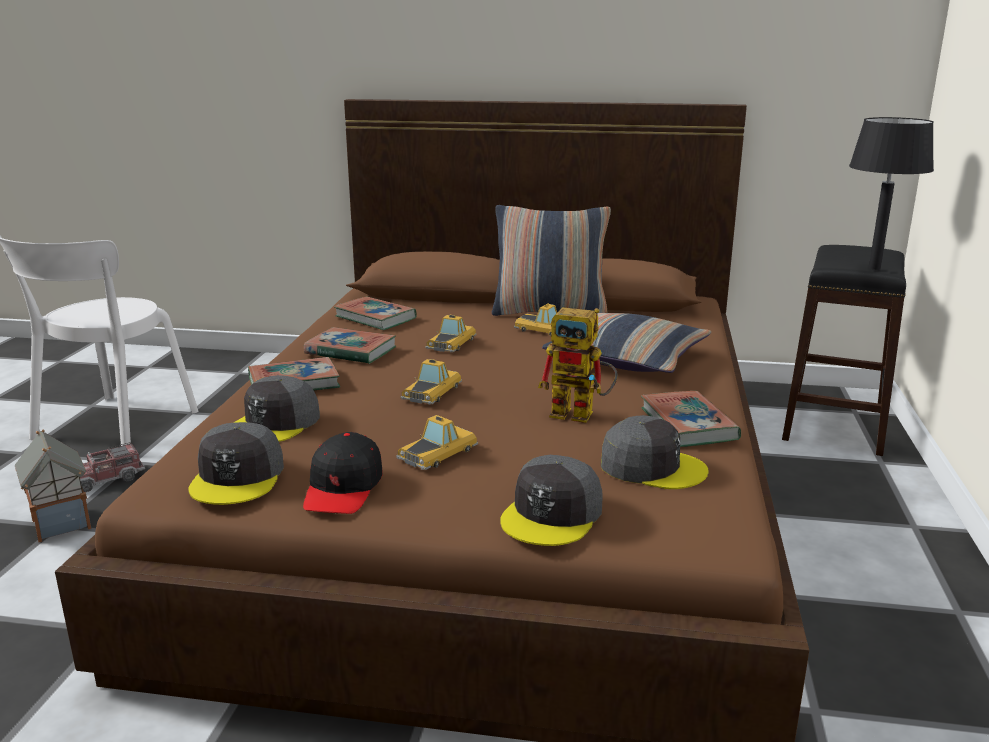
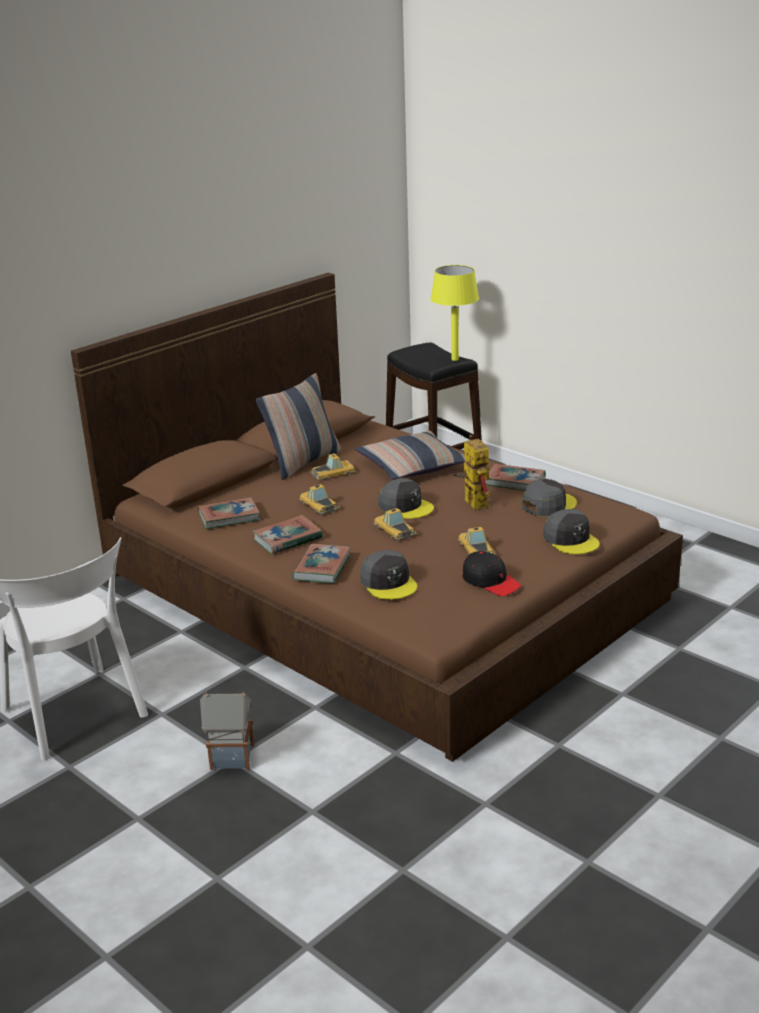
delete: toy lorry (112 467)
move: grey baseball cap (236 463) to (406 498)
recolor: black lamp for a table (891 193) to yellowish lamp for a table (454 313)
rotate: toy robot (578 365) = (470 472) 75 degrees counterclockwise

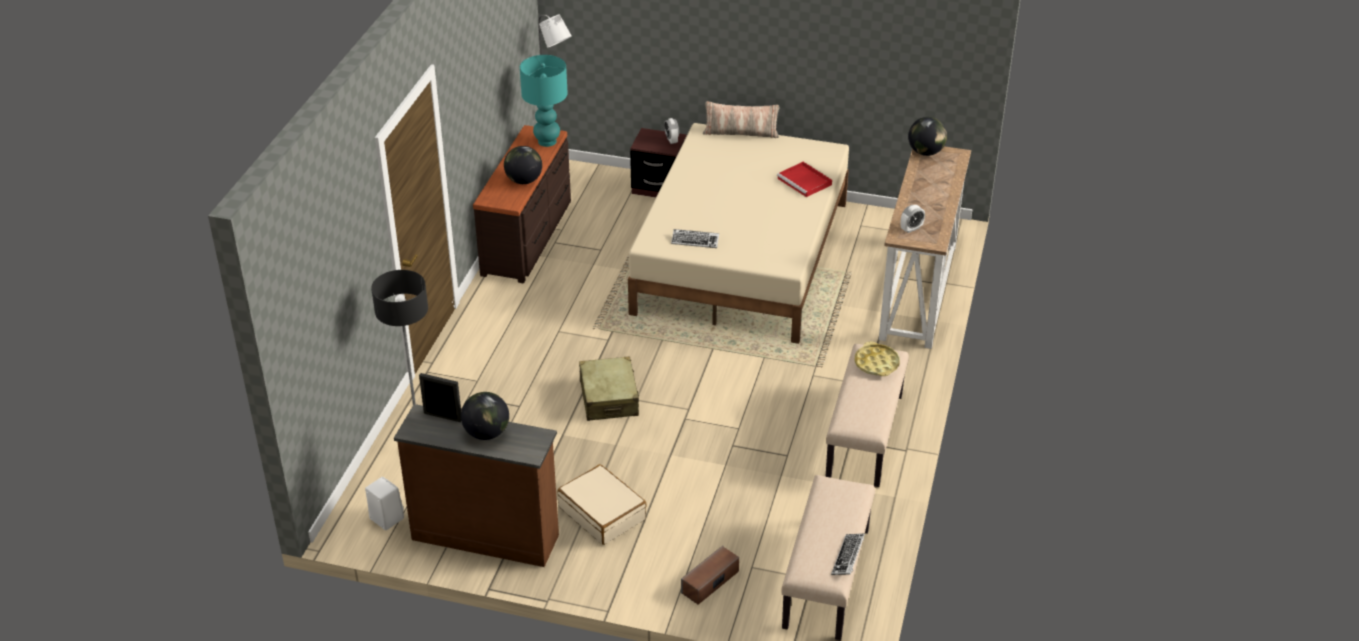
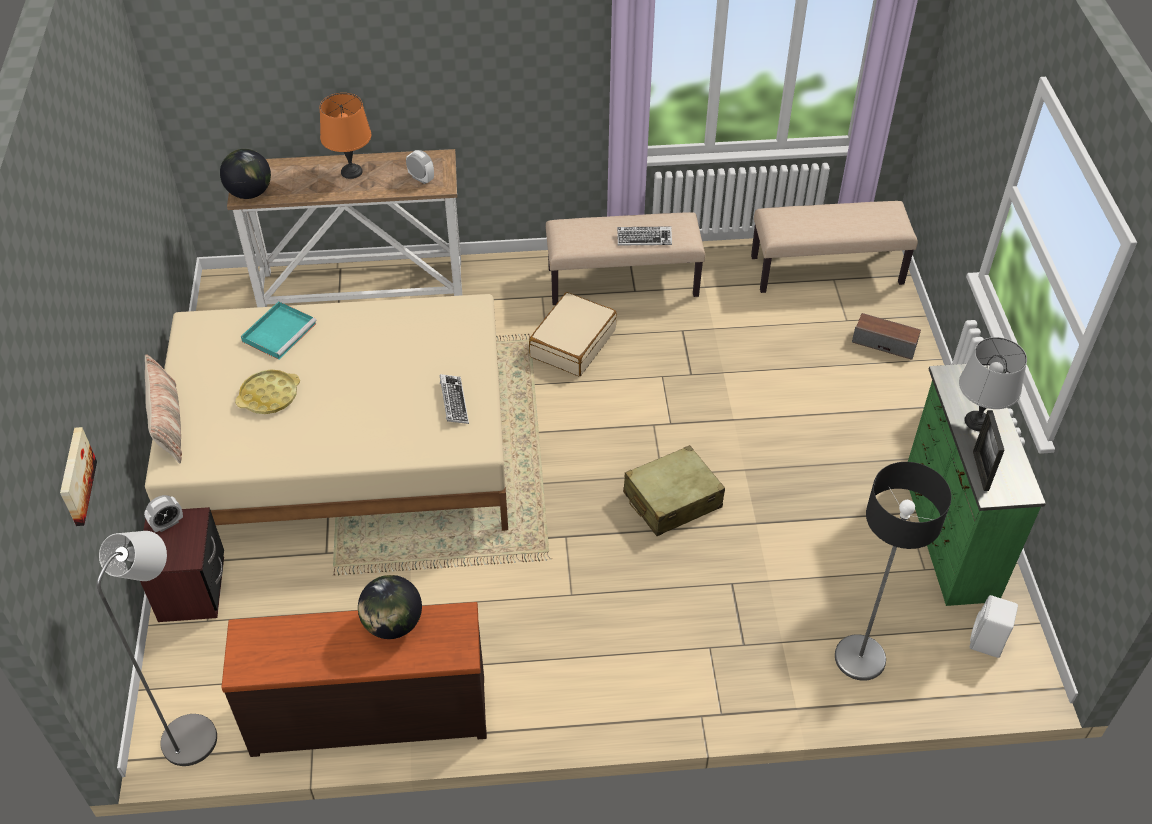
delete: blue-green lamp for a table (544 101)
insert: picture (78 476); orange-coloured lamp for a table (345 136)
move: beige travel case (602 504) to (573 334); computer keyboard (848 554) to (644 236); yellowish carrying tray (877 358) to (267 392)
replace: world globe (485 416) to grey lamp for a table (993 384)
recolor: brown chest of drawers (476 485) to green chest of drawers (977 485); red carrying tray (804 179) to blue-green carrying tray (279 330)

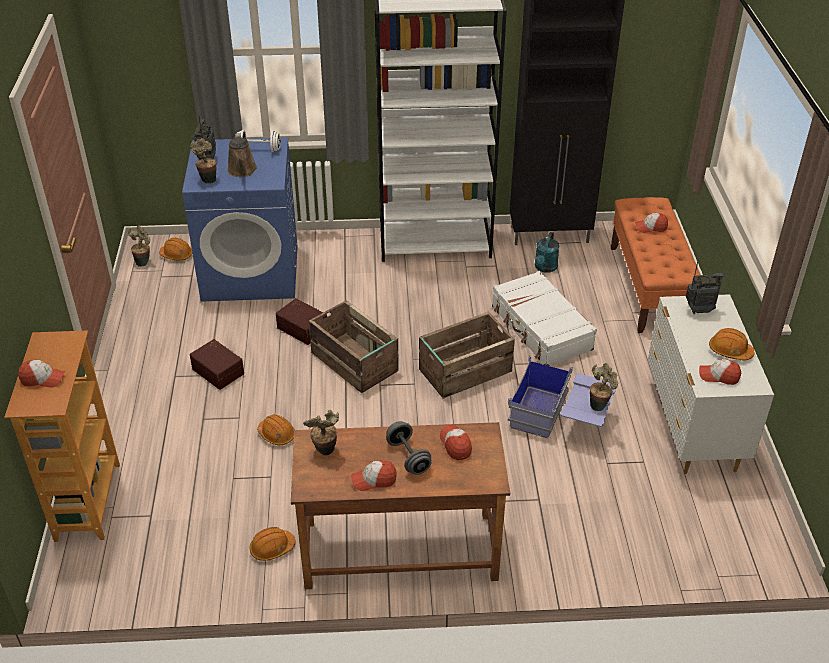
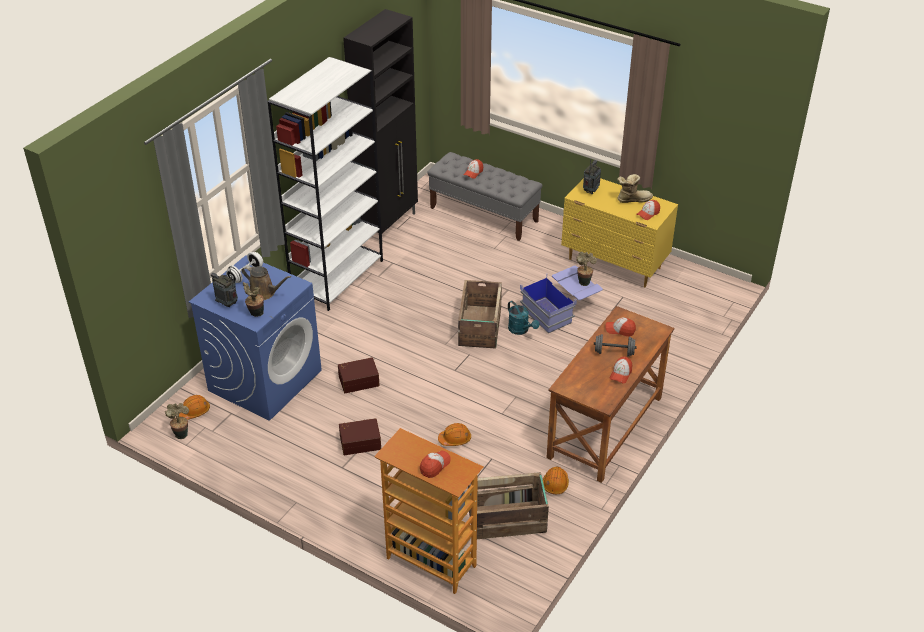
delete: plant in a pot (321 432); white travel case (544 318)
move: packing crate (354 346) to (508 505); blue-green sprinkling can (547 252) to (524 318)
replace: orange-coloured hard hat (732 344) to tall boot (635 188)
recolor: orange-coloured indoor bench (655 265) to grey indoor bench (485 196); white chest of drawers (711 384) to yellowish chest of drawers (619 232)

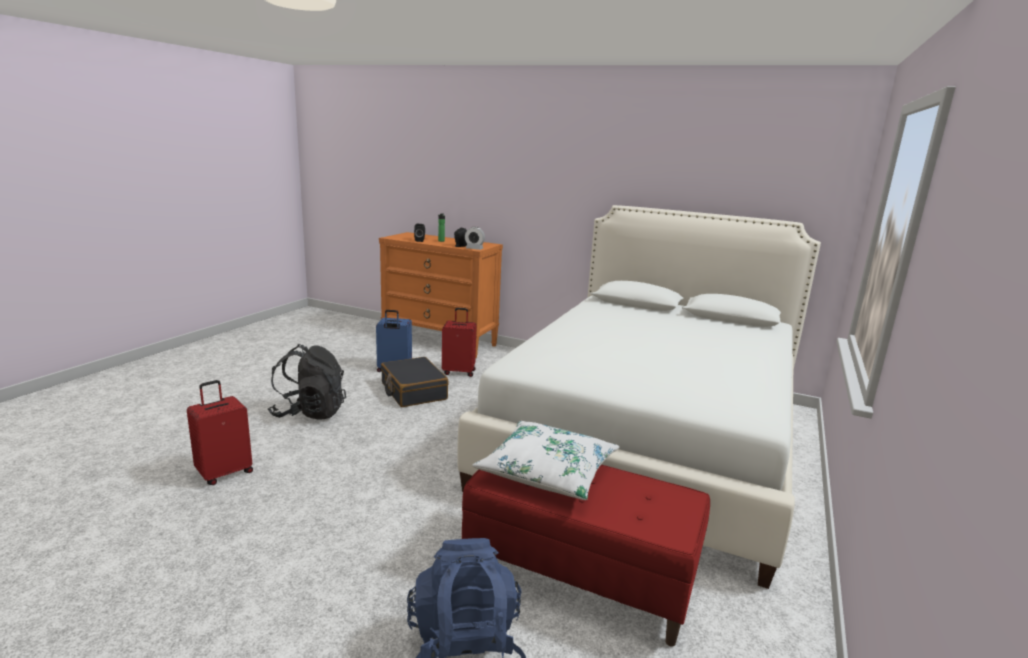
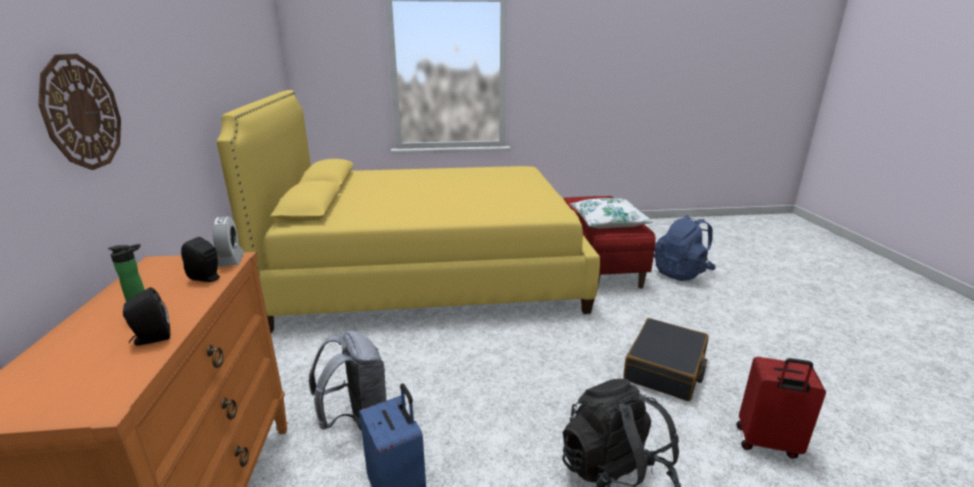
insert: hanging clock (79 112)
move: black travel case (415 382) to (666 359)
replace: red travel case (459 342) to grey backpack (347 380)
recolor: white sleeping bed (639 397) to yellowish sleeping bed (408 211)

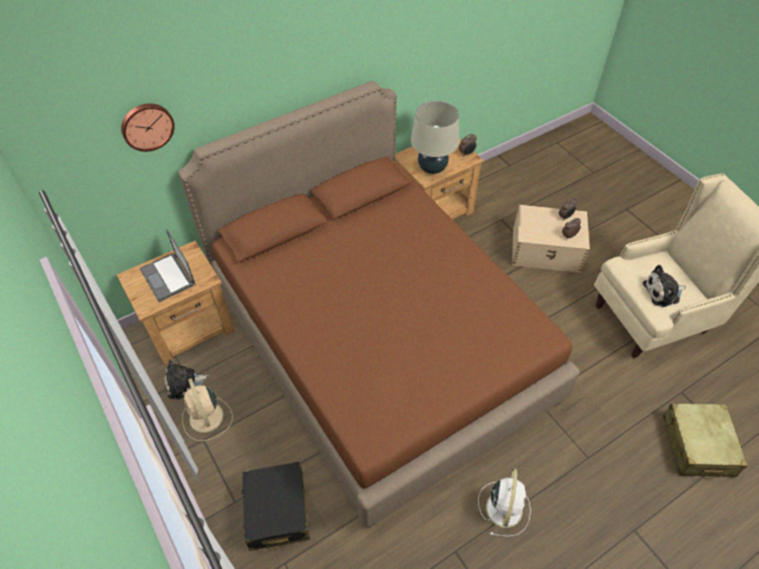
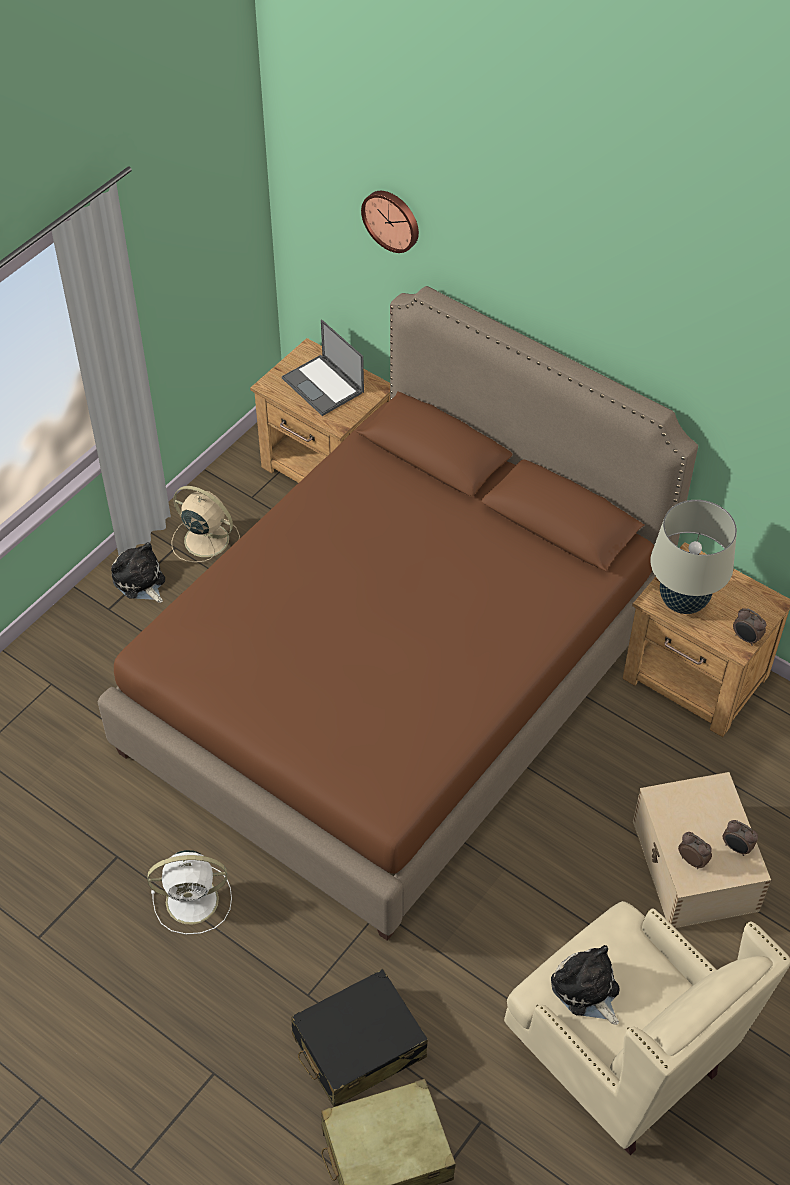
move: cuddly toy (187 379) to (138 572); black travel case (276 506) to (359 1038)
rotate: portable computer (168 265) = (323 367) 75 degrees counterclockwise; beige cooling fan (207 409) = (205 524) 75 degrees clockwise

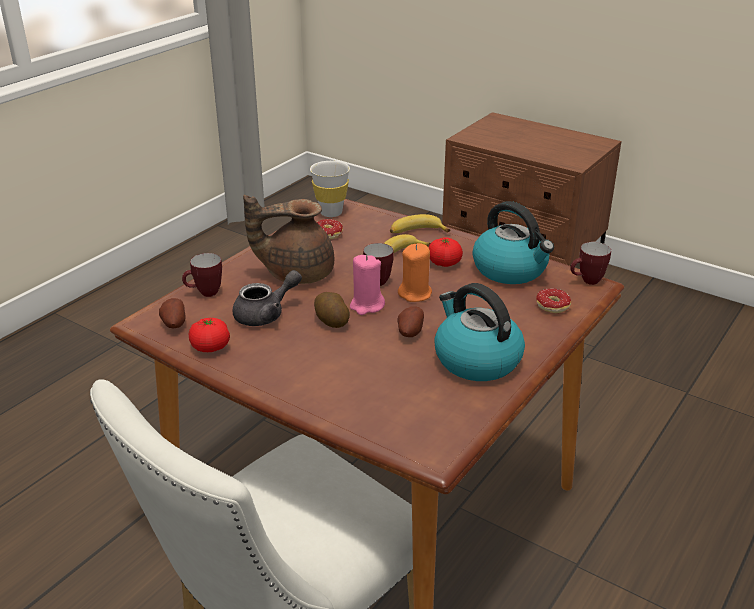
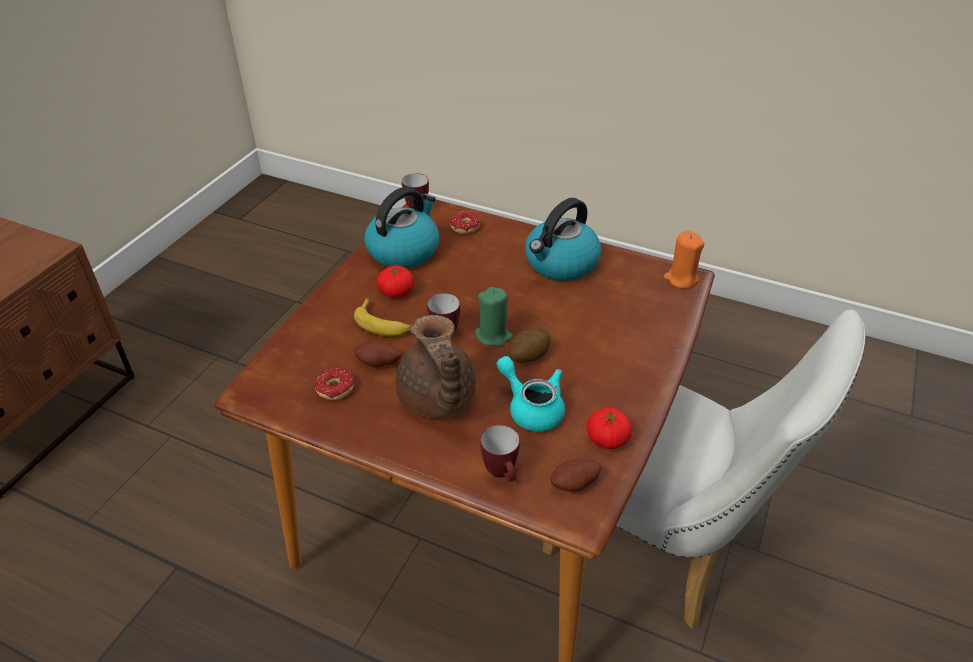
delete: white small cup (330 189); banana fruit (420 223)
move: potato (410 321) to (377 353); orange-coloured wax light (415 272) to (684 259)
recolor: grey tea pot (267 298) to blue-green tea pot (531 394); pink wax light (367 285) to green wax light (494 317)

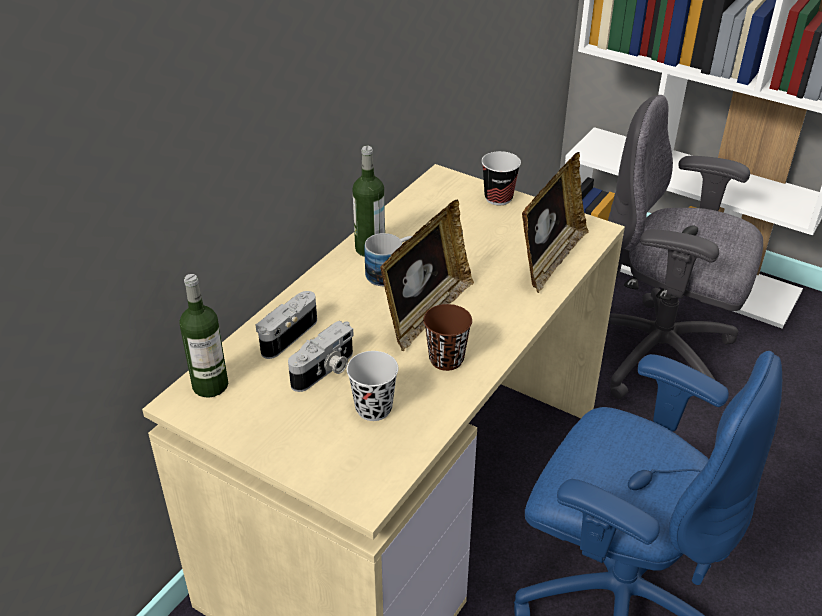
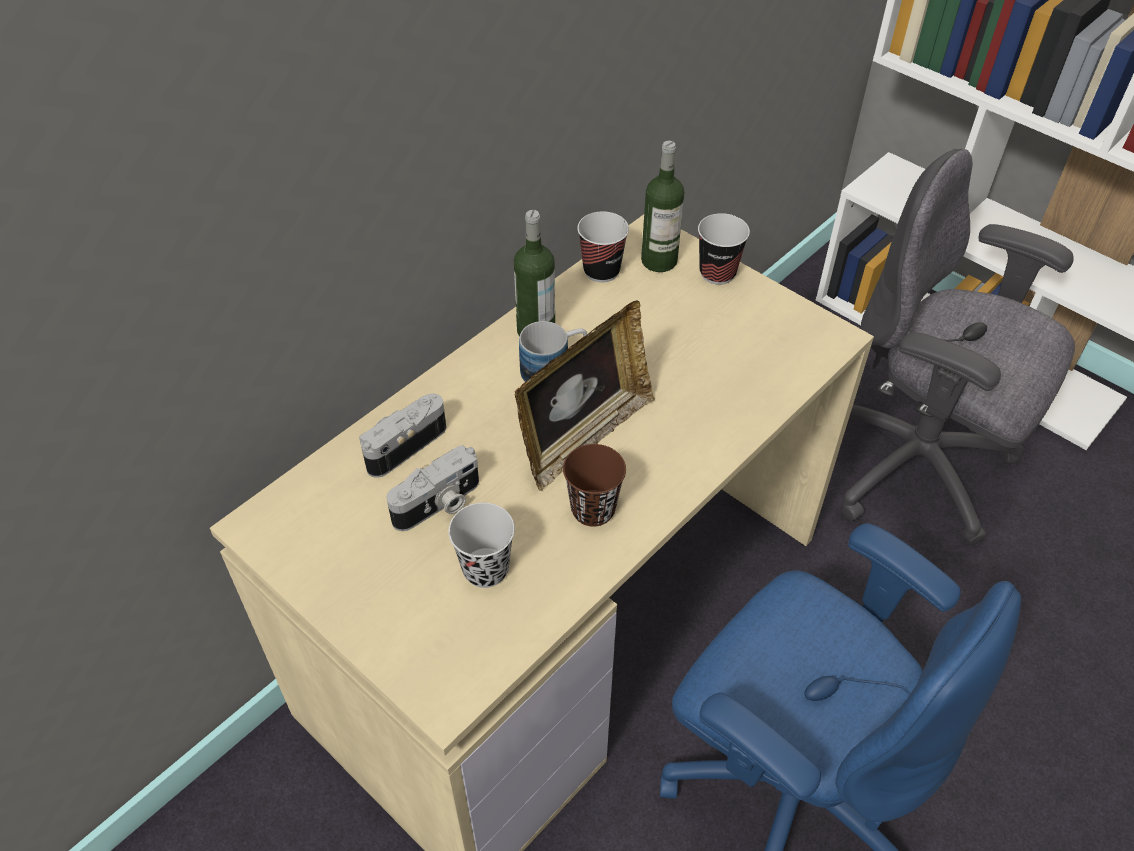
delete: standing frame (555 222)
insert: small cup (603 247)
move: bottle (203 335) to (662 206)

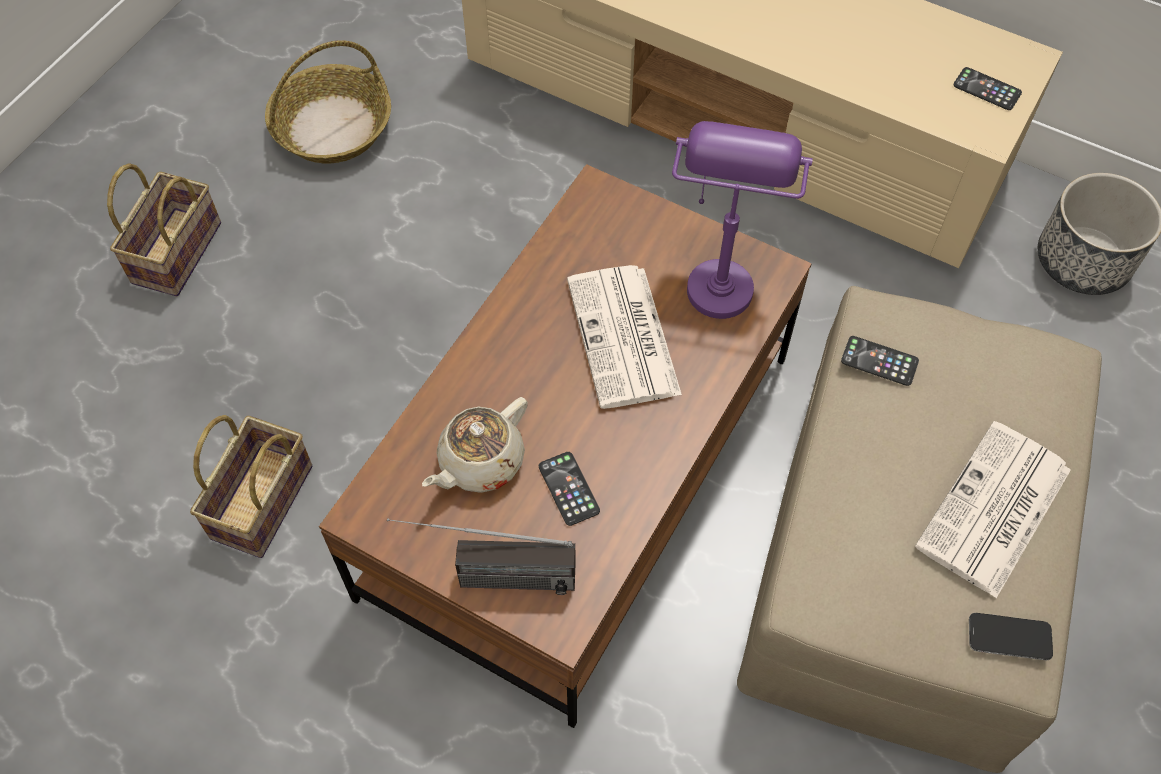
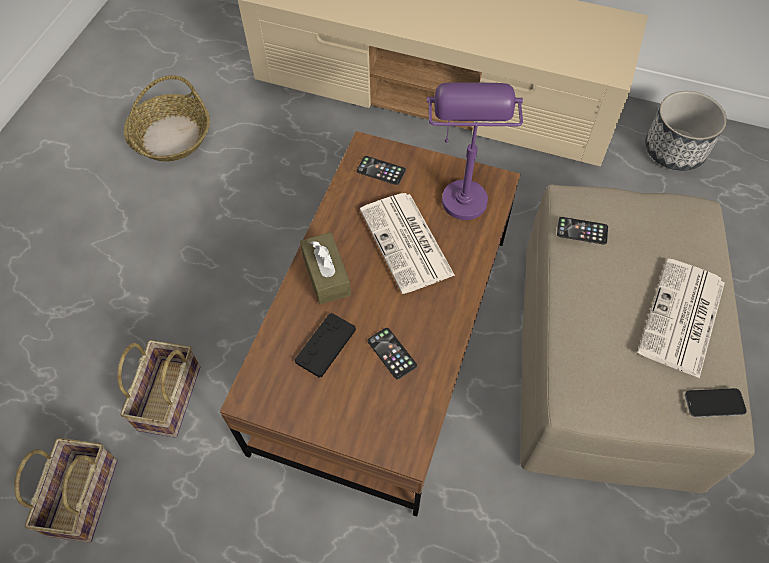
delete: radio receiver (481 556)
insert: brown box of tissues (325 268)
move: basket (164 229) to (66 490); handset (987 88) to (381 170)
replace: beige tea pot (475 445) to black game controller (325 345)

